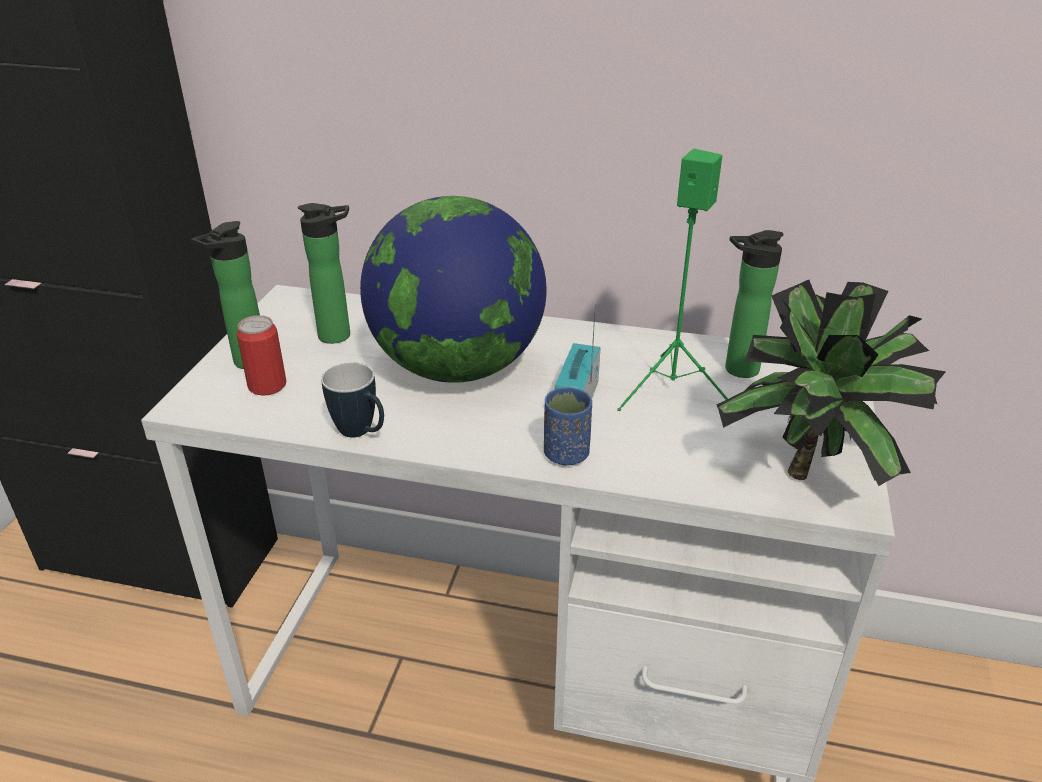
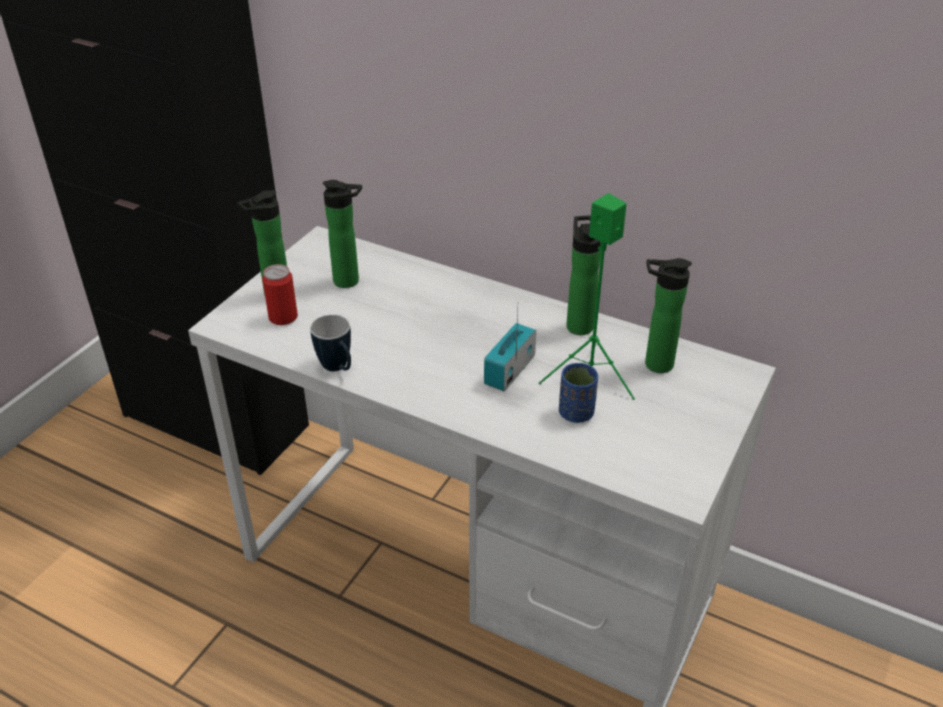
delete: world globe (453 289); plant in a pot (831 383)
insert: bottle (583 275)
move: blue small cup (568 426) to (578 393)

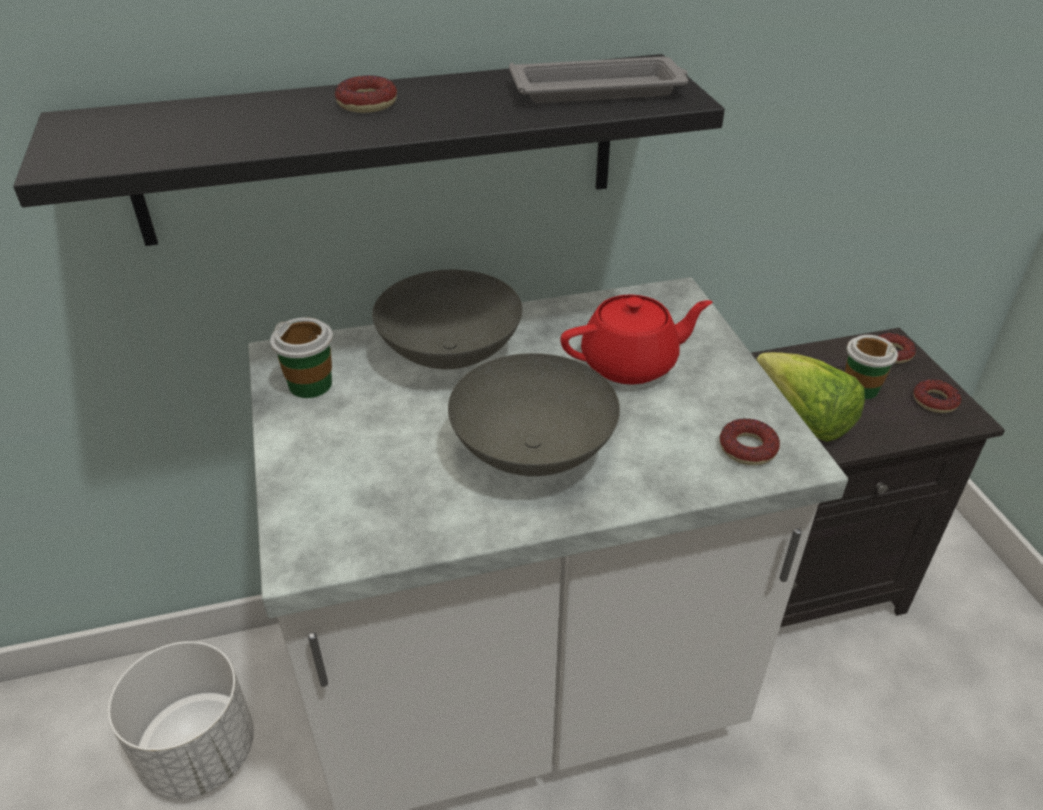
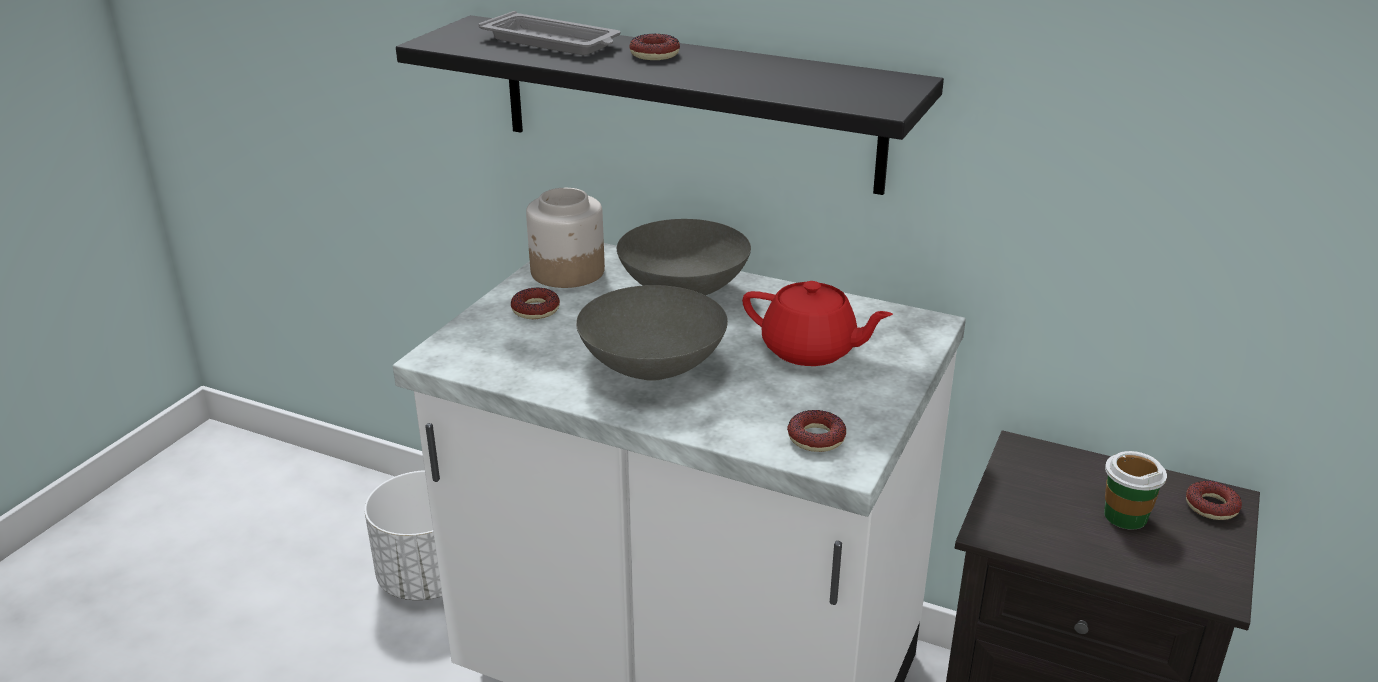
delete: head of lettuce (810 397)
move: grey carrying tray (598 80) to (550 33); doughnut (937 396) to (535 303)
replace: small cup (301 357) to preserve jar (565 238)

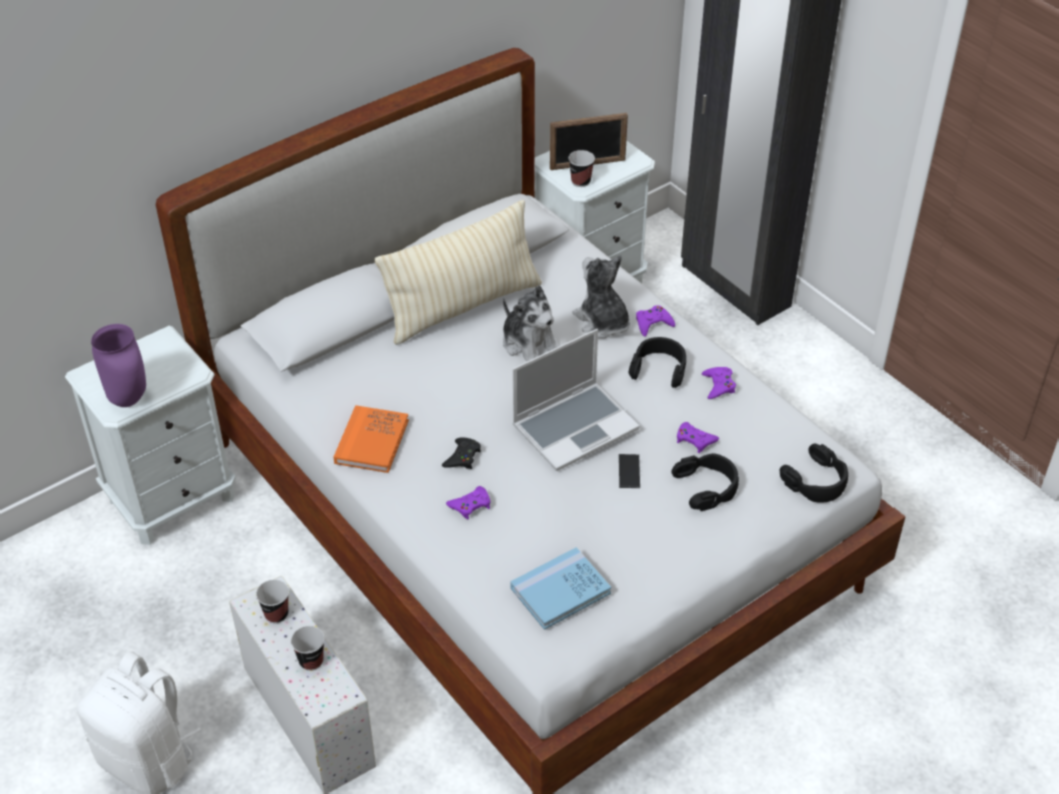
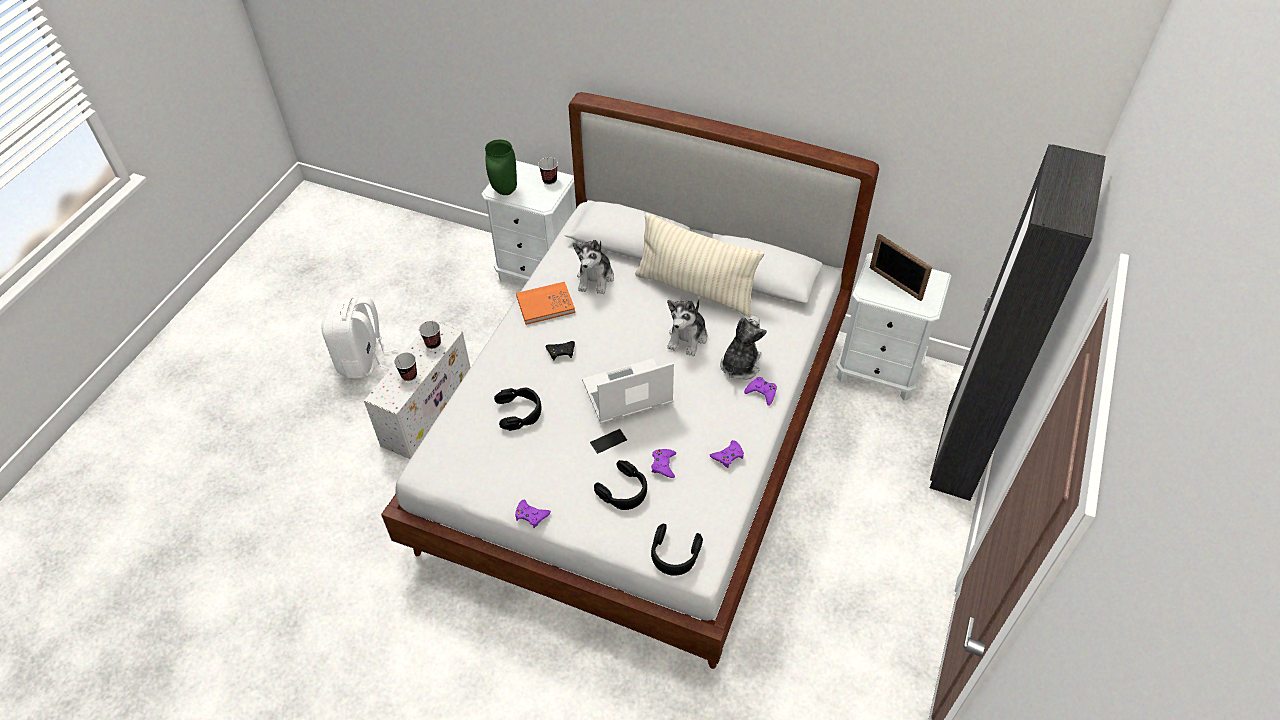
delete: blue volume (560 588)
insert: cuddly toy (593 267)
move: purplish game controller (468 503) to (533 514); small cup (582 168) to (548 171); black headset (657 362) to (517 409)
recolor: purplish vase (118 365) to green vase (501 167)
rotate: portable computer (576 400) = (628 390) 135 degrees clockwise

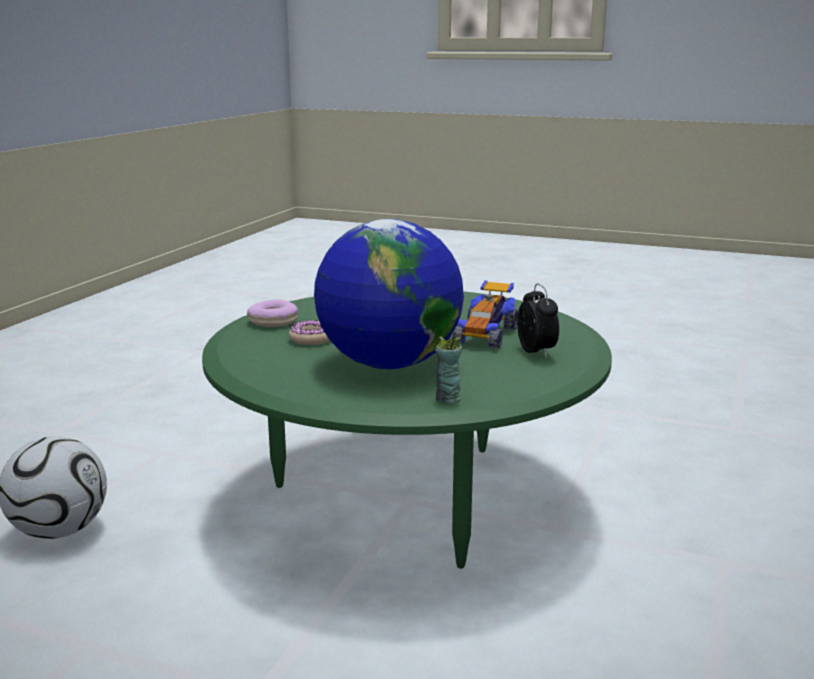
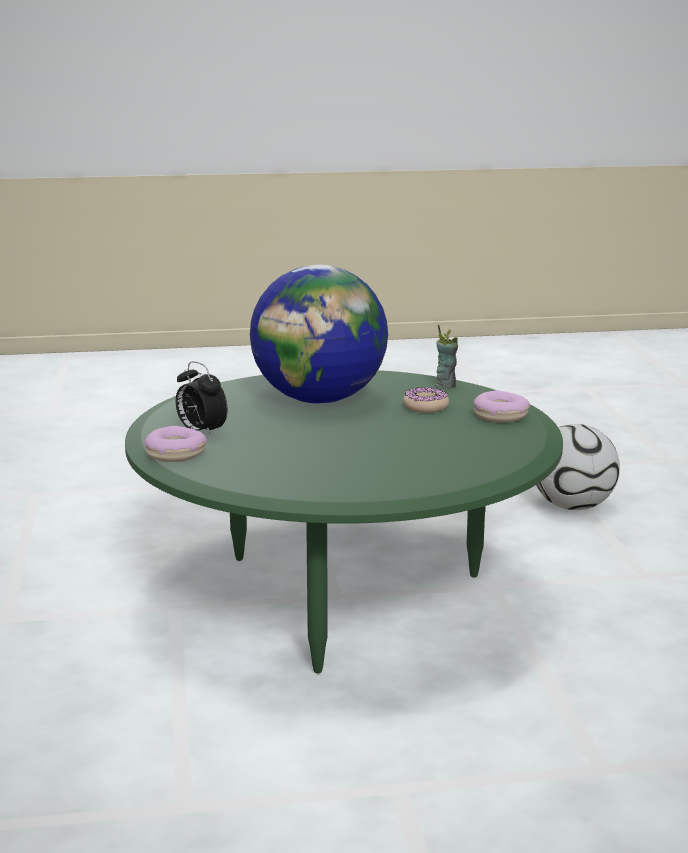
delete: miniature car (485 314)
insert: doughnut (176 444)
move: small cup (448 367) to (447 357)

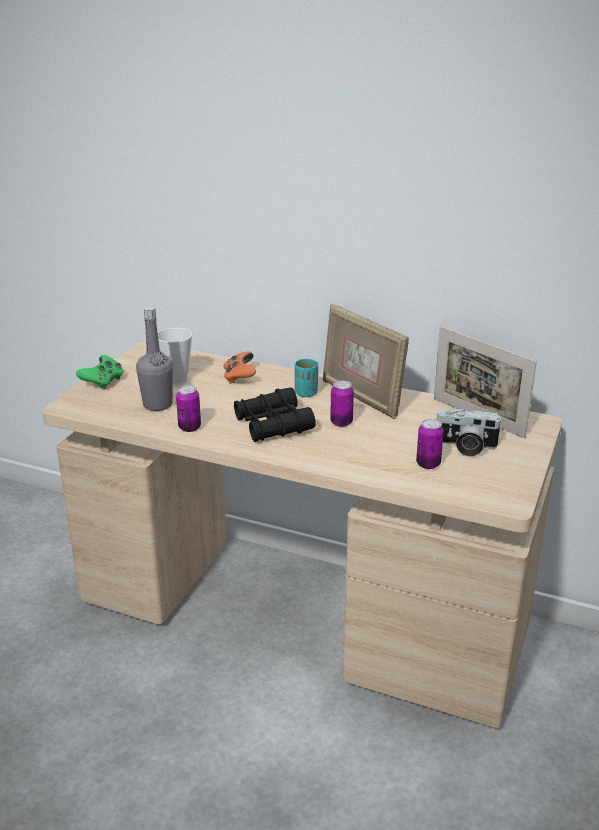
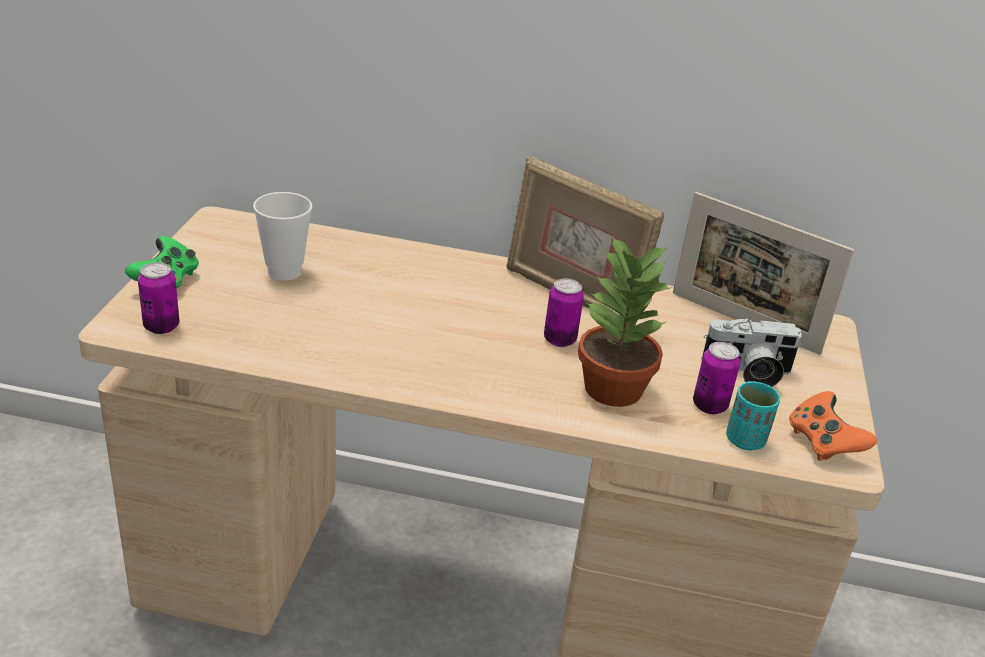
delete: grey bottle (154 358); black field glasses (275 415)
insert: plant in a pot (625 321)
move: sealed can (188 408) to (158 298); orange-coloured game controller (239 368) to (833 426); blue-green small cup (306 377) to (753 415)

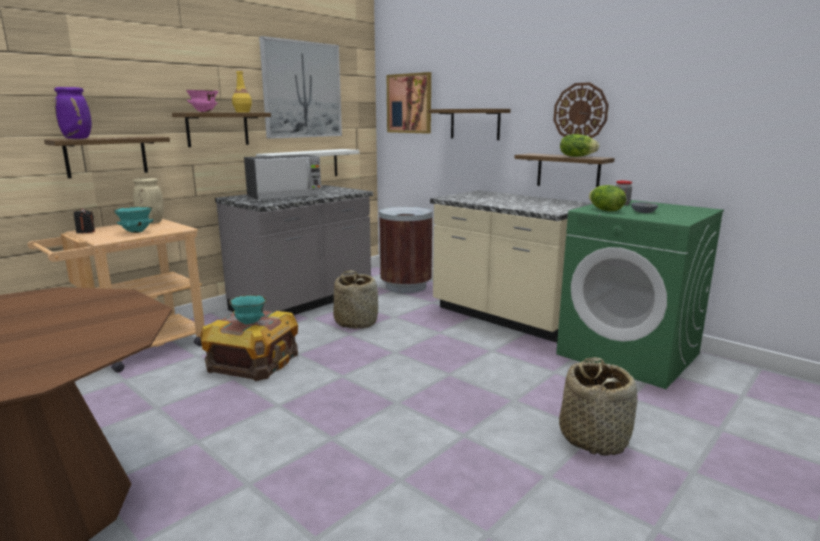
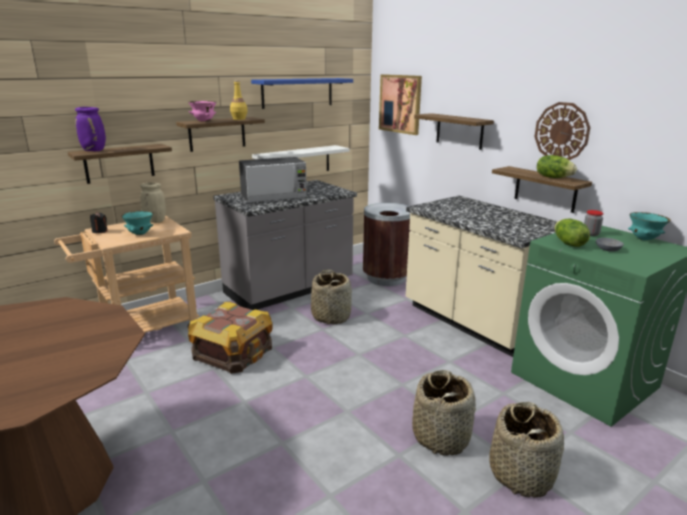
insert: basket (444 413)
move: blue-green bowl (248 310) to (649 226)
replace: picture (300 87) to blue shelf (302 93)

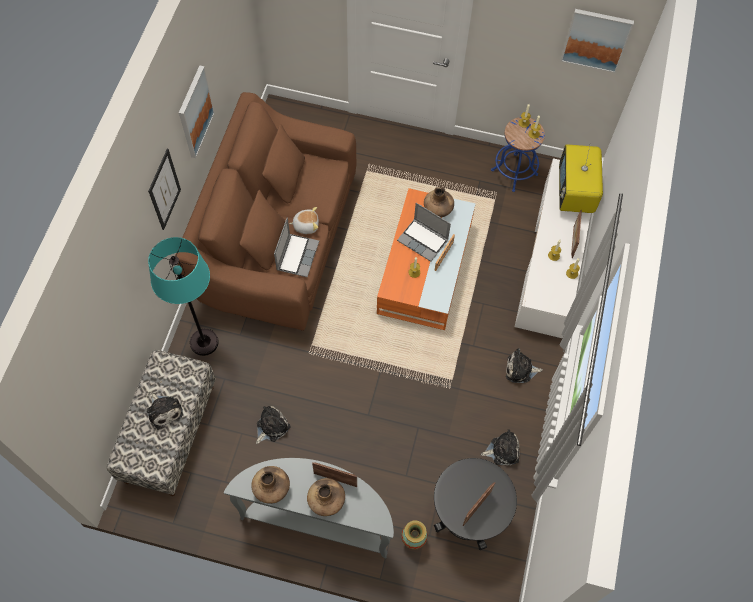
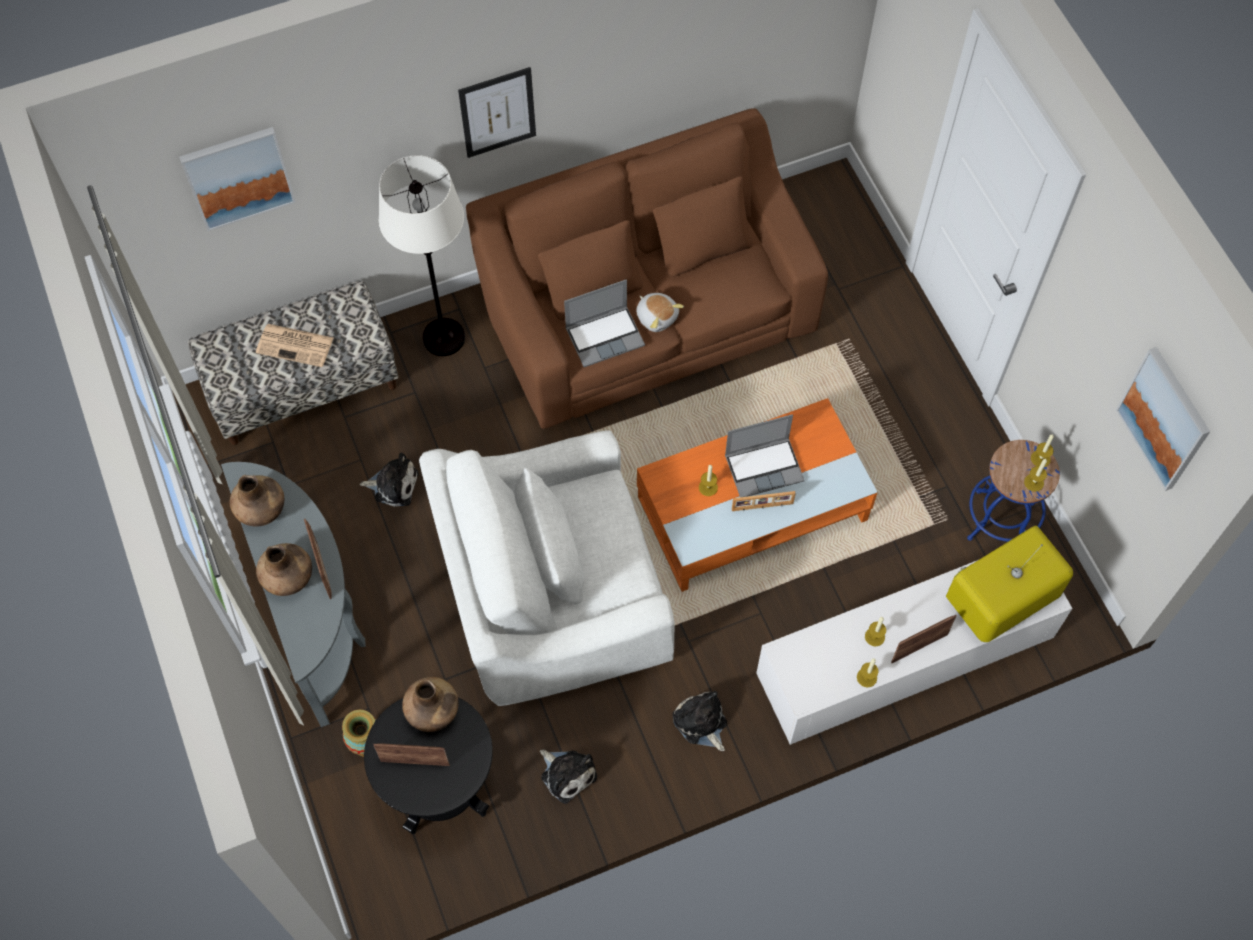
insert: white lounge chair (546 568)
move: picture (197 111) to (237 179); brown vase (439 202) to (430 704)
replace: cuddly toy (165 411) to printed paper (294 345)
recolor: blue-green floor lamp (183 296) to white floor lamp (421 255)
rotate: portable computer (424 232) = (765 455) 105 degrees counterclockwise

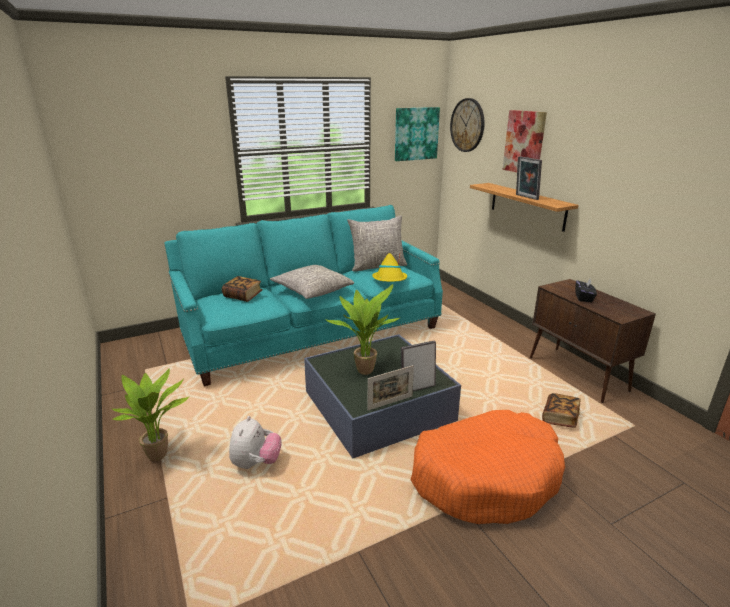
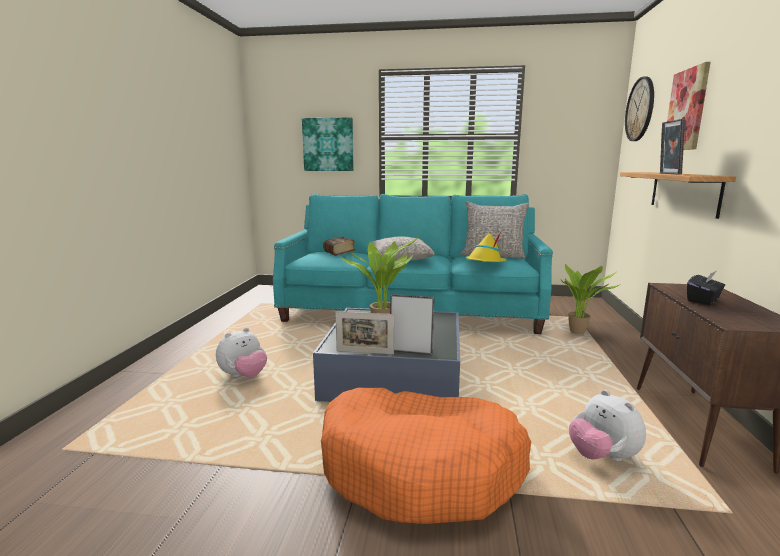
move: plant in a pot (150 414) to (590 299); picture (417 134) to (328 144)
replace: volume (561 410) to cuddly toy (607 425)

